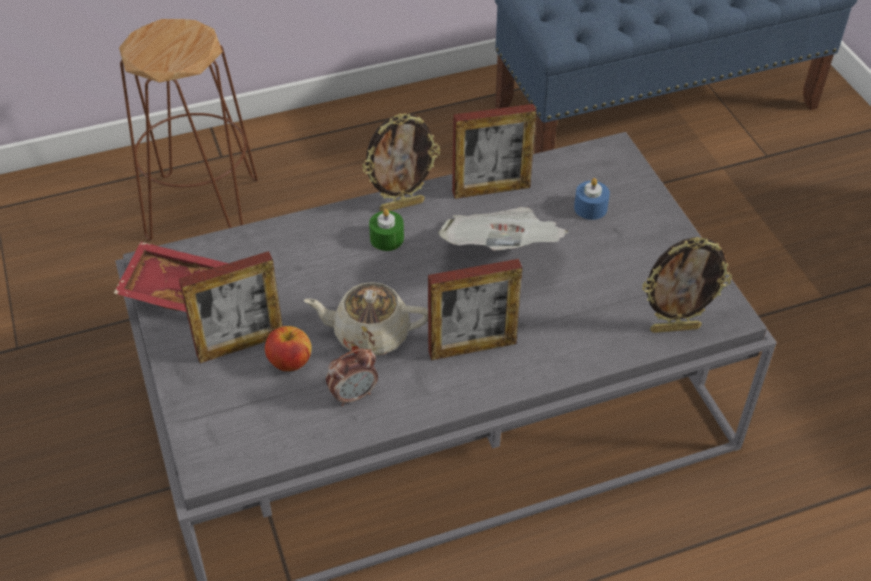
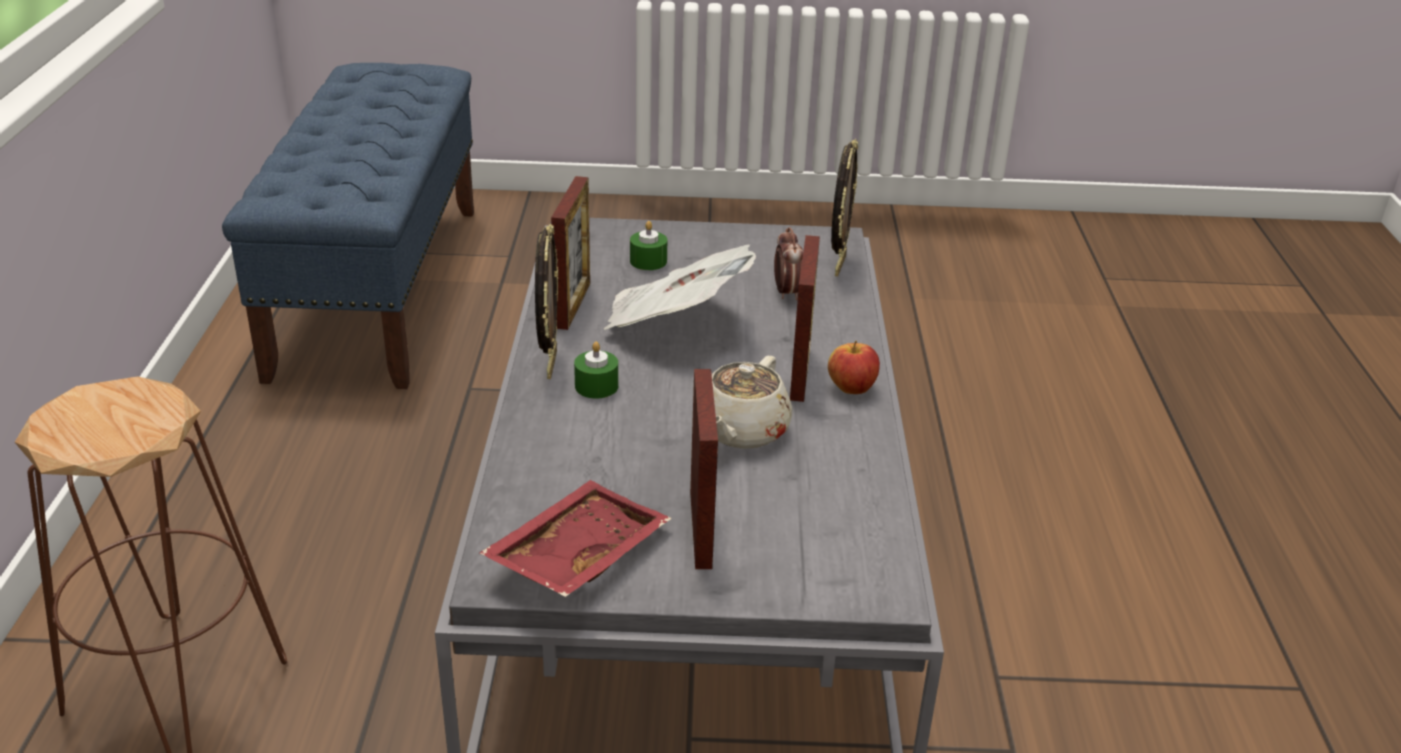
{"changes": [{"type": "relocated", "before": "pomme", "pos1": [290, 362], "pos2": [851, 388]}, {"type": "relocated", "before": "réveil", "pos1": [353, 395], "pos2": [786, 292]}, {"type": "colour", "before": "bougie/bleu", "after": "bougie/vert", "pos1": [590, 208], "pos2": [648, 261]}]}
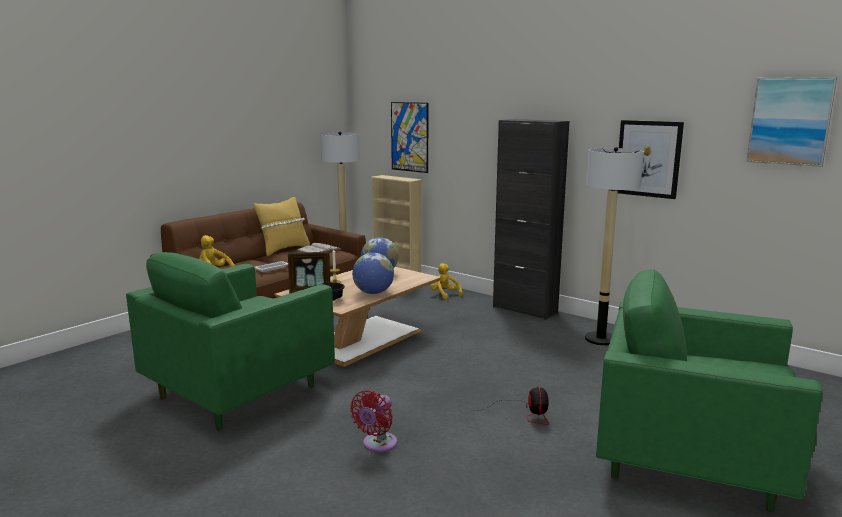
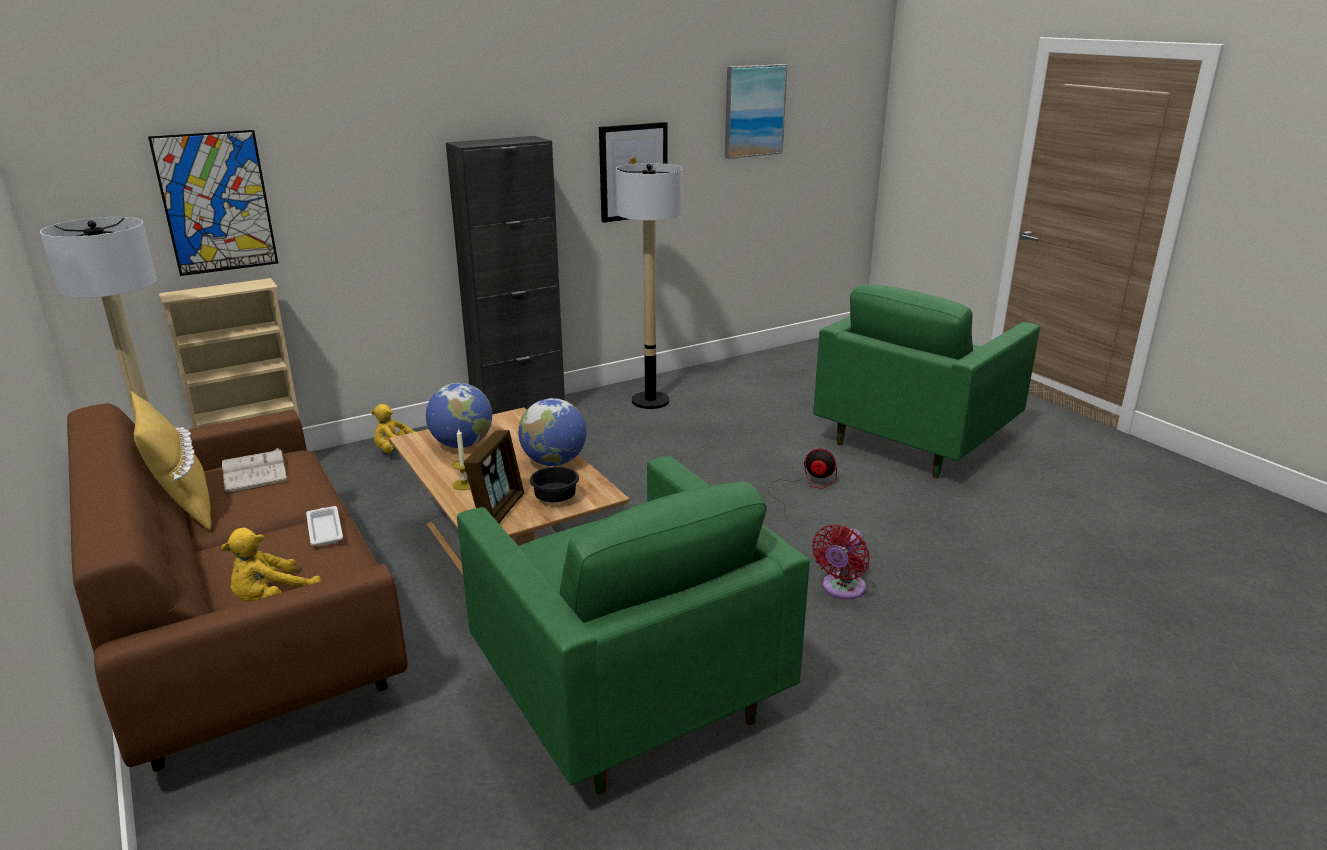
{"changes": [{"type": "spun", "before": "ventilateur/rouge", "pos1": [377, 445], "pos2": [841, 589], "turn": 75}]}
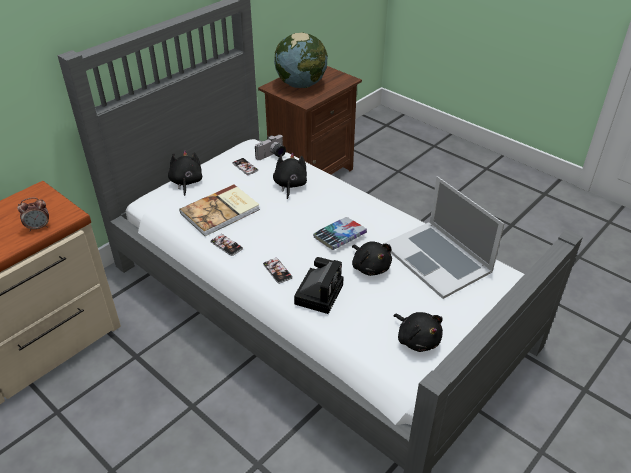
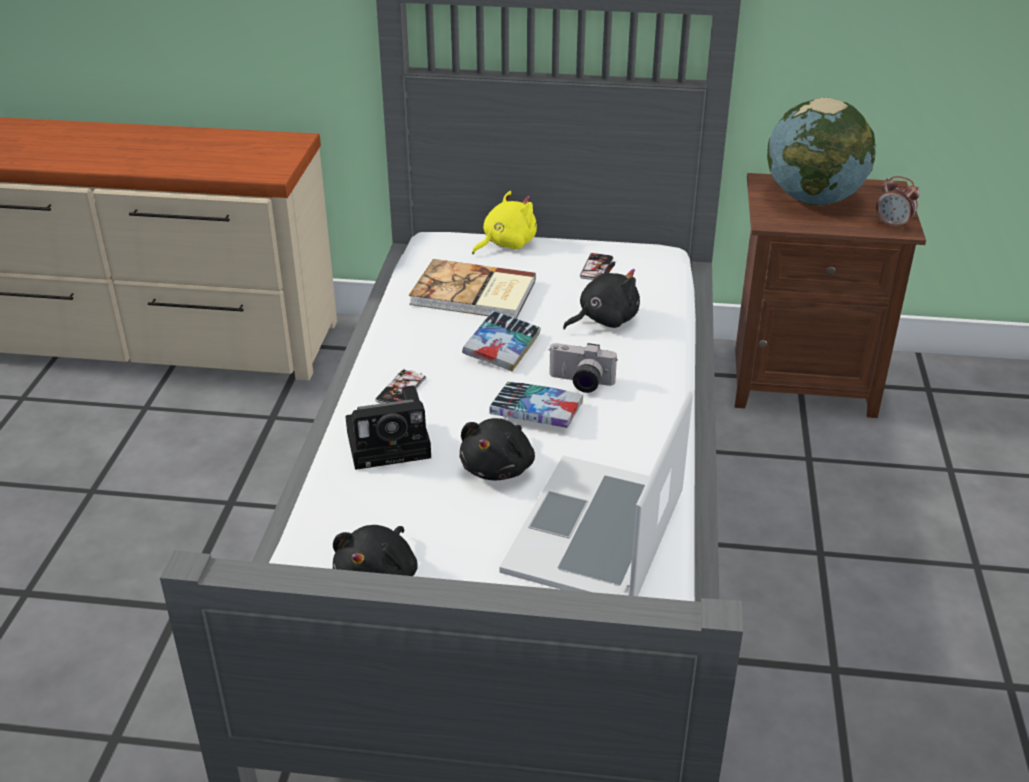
{"changes": [{"type": "missing", "before": "téléphone", "pos1": [226, 245]}, {"type": "appeared", "after": "livre", "pos2": [502, 348]}, {"type": "relocated", "before": "réveil", "pos1": [39, 227], "pos2": [893, 225]}, {"type": "relocated", "before": "appareil photo", "pos1": [272, 156], "pos2": [580, 383]}, {"type": "colour", "before": "peluche/noir", "after": "peluche/jaune", "pos1": [186, 182], "pos2": [506, 244]}]}
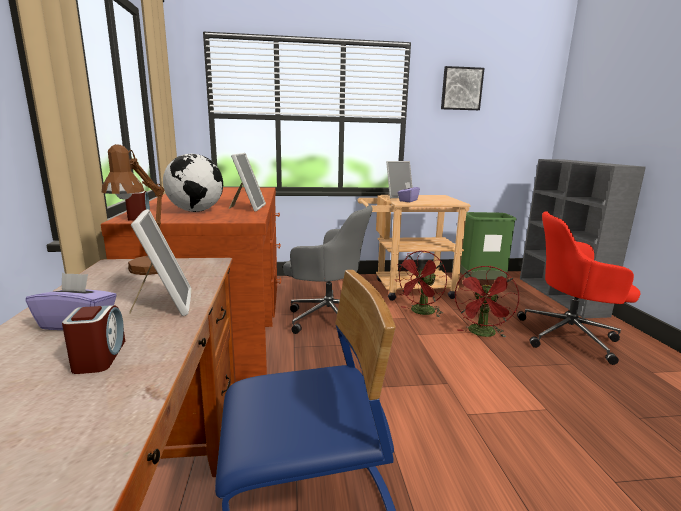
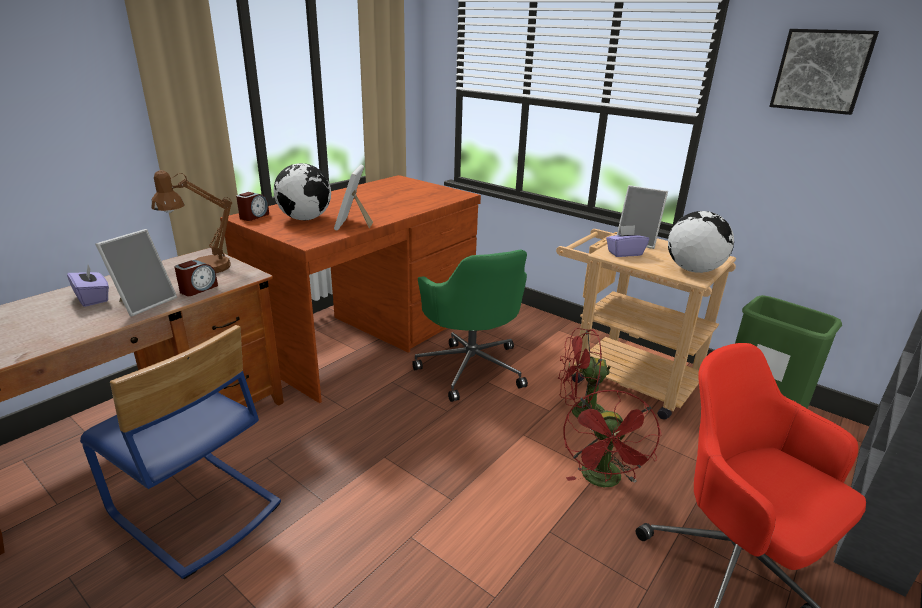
{"changes": [{"type": "appeared", "after": "globe", "pos2": [693, 270]}, {"type": "relocated", "before": "réveil", "pos1": [99, 357], "pos2": [198, 289]}, {"type": "colour", "before": "chaise de bureau/gris", "after": "chaise de bureau/vert", "pos1": [327, 317], "pos2": [471, 367]}, {"type": "spun", "before": "cadre photo", "pos1": [248, 207], "pos2": [353, 225], "turn": 135}, {"type": "spun", "before": "ventilateur/rouge", "pos1": [482, 334], "pos2": [603, 481], "turn": -60}]}
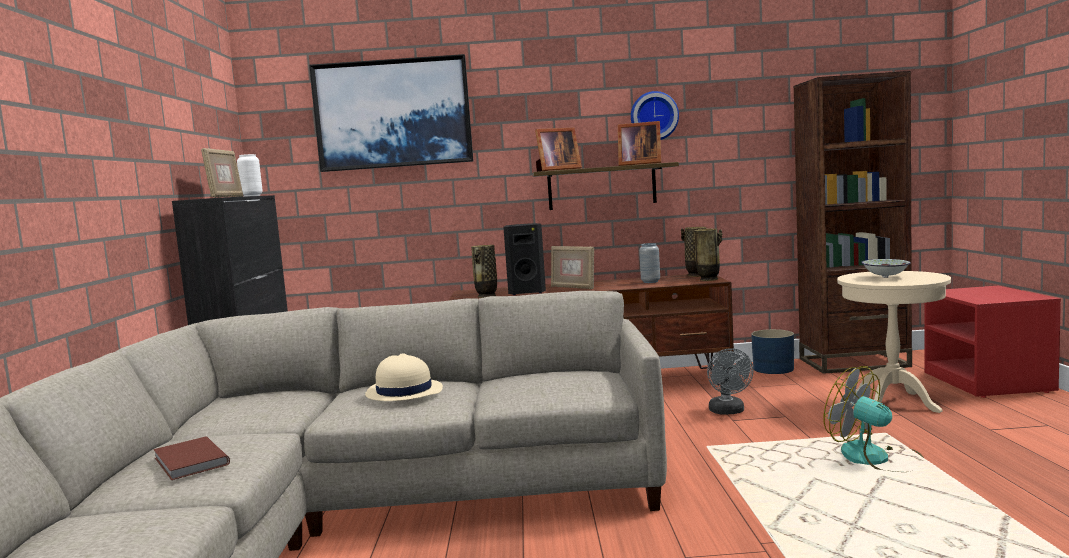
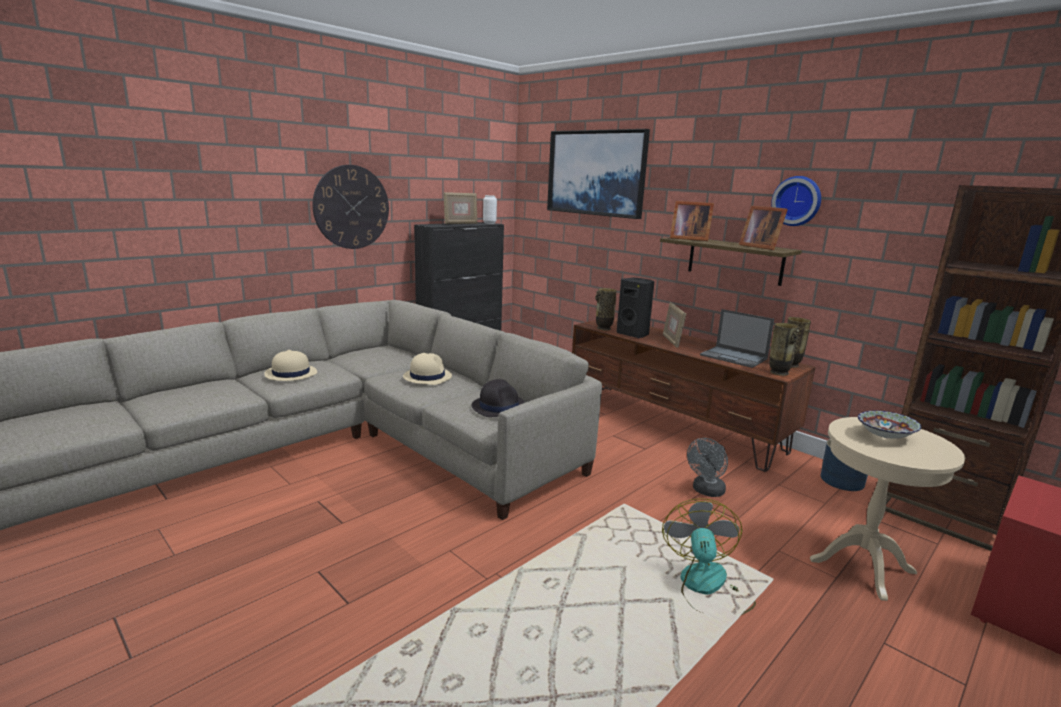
{"changes": [{"type": "appeared", "after": "horloge murale", "pos2": [351, 207]}, {"type": "appeared", "after": "chapeau/noir", "pos2": [499, 407]}, {"type": "exchanged", "before": "livre/marron", "after": "chapeau/beige", "pos1": [189, 462], "pos2": [290, 374]}, {"type": "exchanged", "before": "vase/gris", "after": "ordinateur portable", "pos1": [650, 282], "pos2": [734, 357]}]}
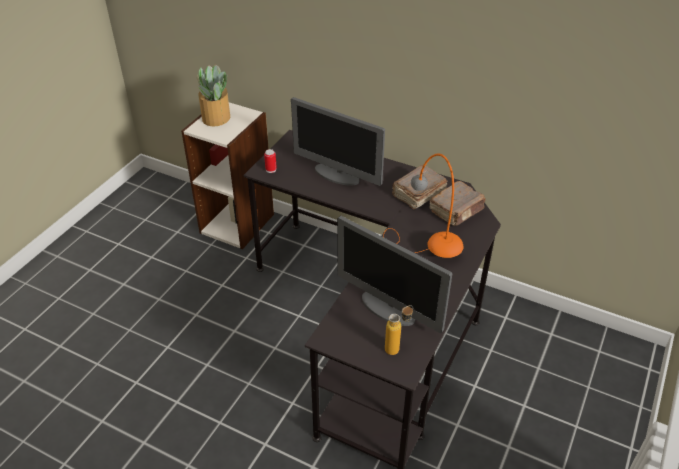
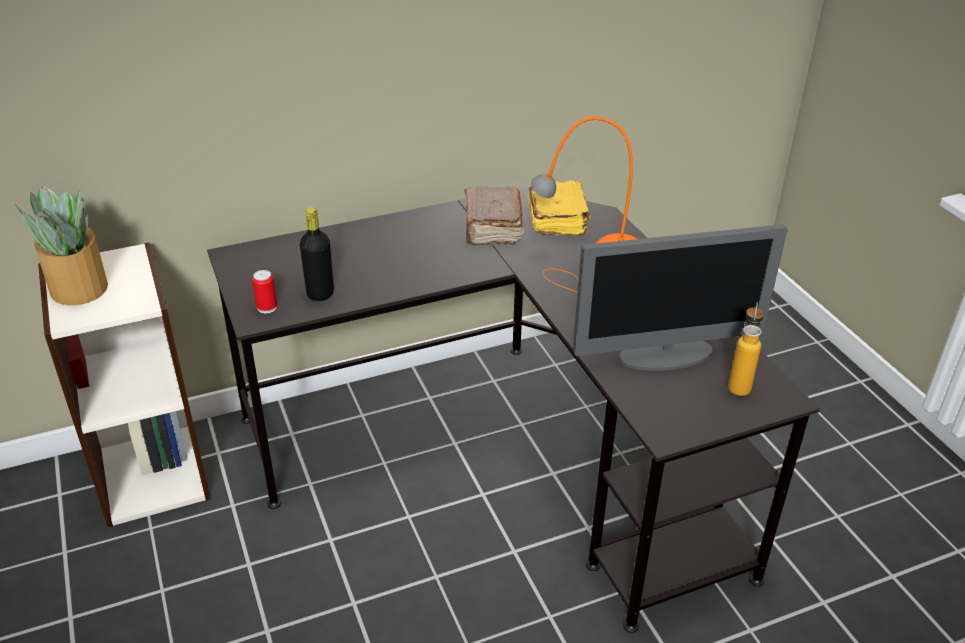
{"changes": [{"type": "missing", "before": "écran d'ordinateur", "pos1": [337, 175]}, {"type": "appeared", "after": "bouteille/noir", "pos2": [320, 294]}, {"type": "colour", "before": "livre/marron", "after": "livre/jaune", "pos1": [457, 211], "pos2": [557, 220]}]}
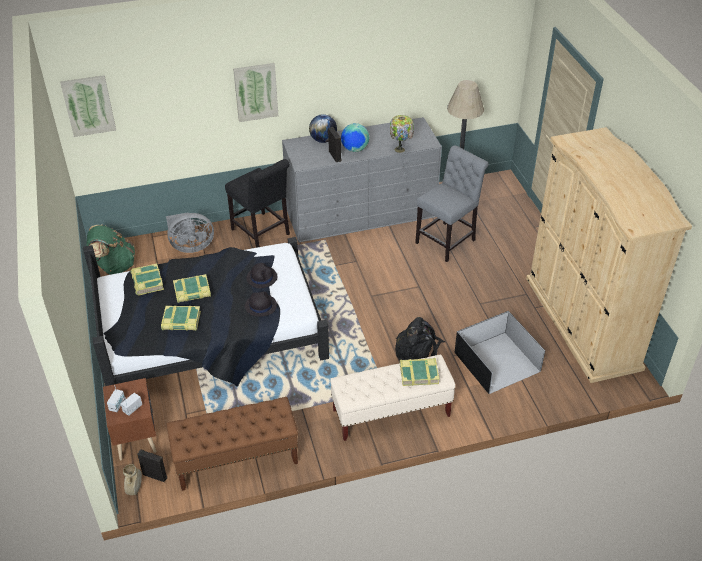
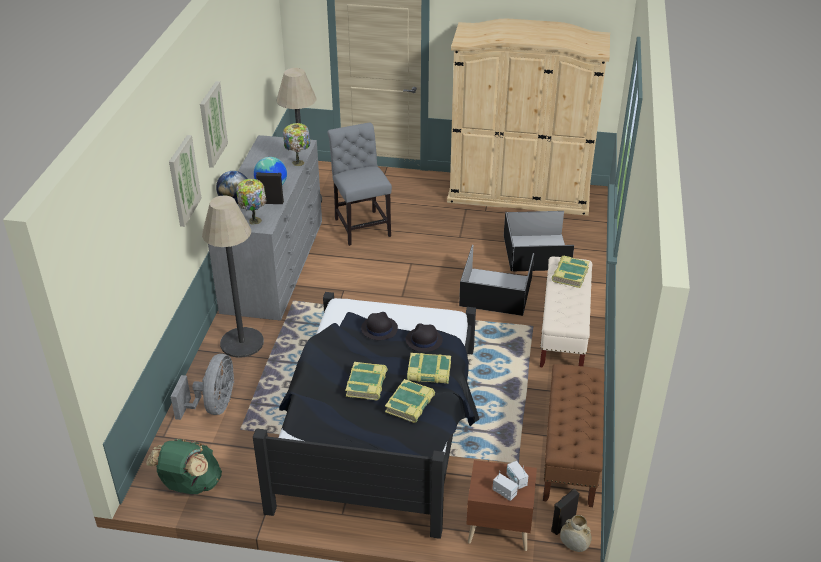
{"changes": [{"type": "appeared", "after": "lampe de table", "pos2": [254, 220]}, {"type": "relocated", "before": "tableau", "pos1": [88, 105], "pos2": [212, 124]}, {"type": "relocated", "before": "livre", "pos1": [147, 282], "pos2": [429, 372]}, {"type": "exchanged", "before": "chaise/noir", "after": "lampadaire", "pos1": [262, 233], "pos2": [242, 343]}, {"type": "exchanged", "before": "sac à dos/noir", "after": "boîte de rangement/noir", "pos1": [418, 352], "pos2": [497, 291]}]}
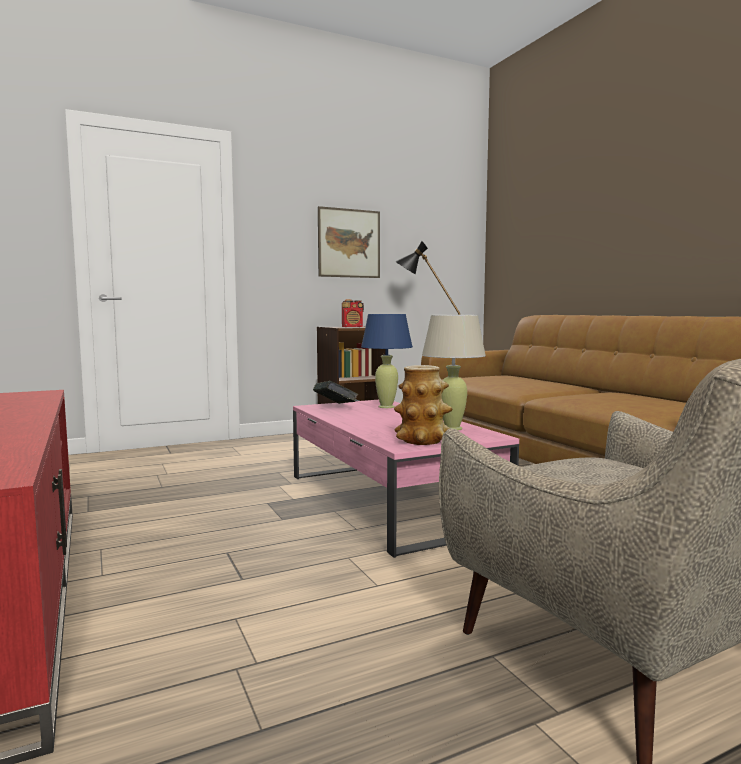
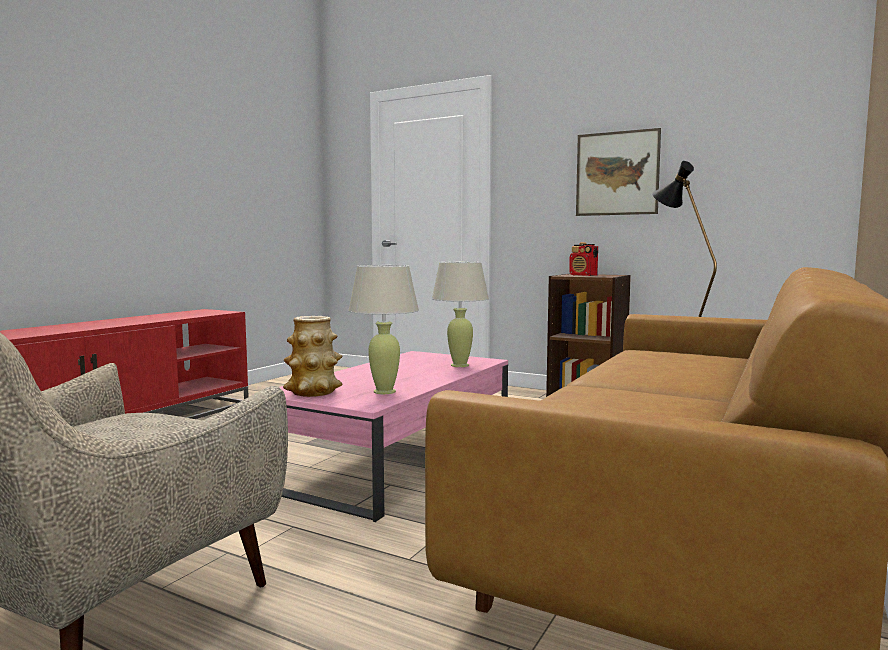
{"changes": [{"type": "missing", "before": "livre", "pos1": [335, 407]}, {"type": "colour", "before": "lampe de table/bleu", "after": "lampe de table/beige", "pos1": [386, 407], "pos2": [460, 365]}]}
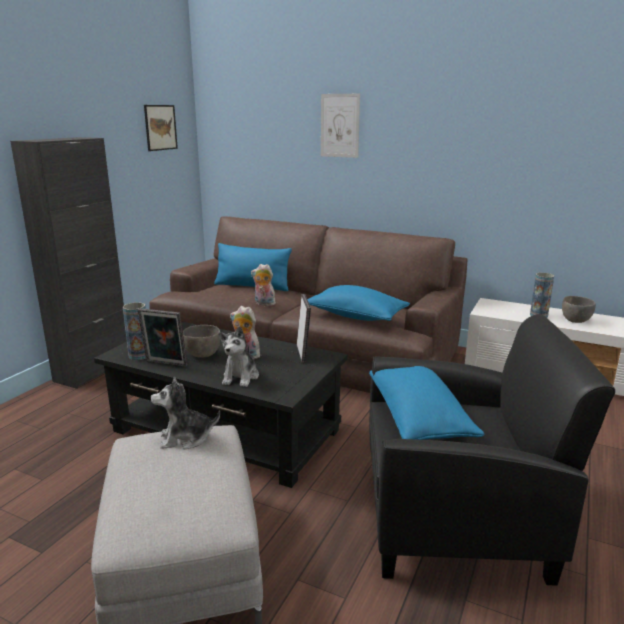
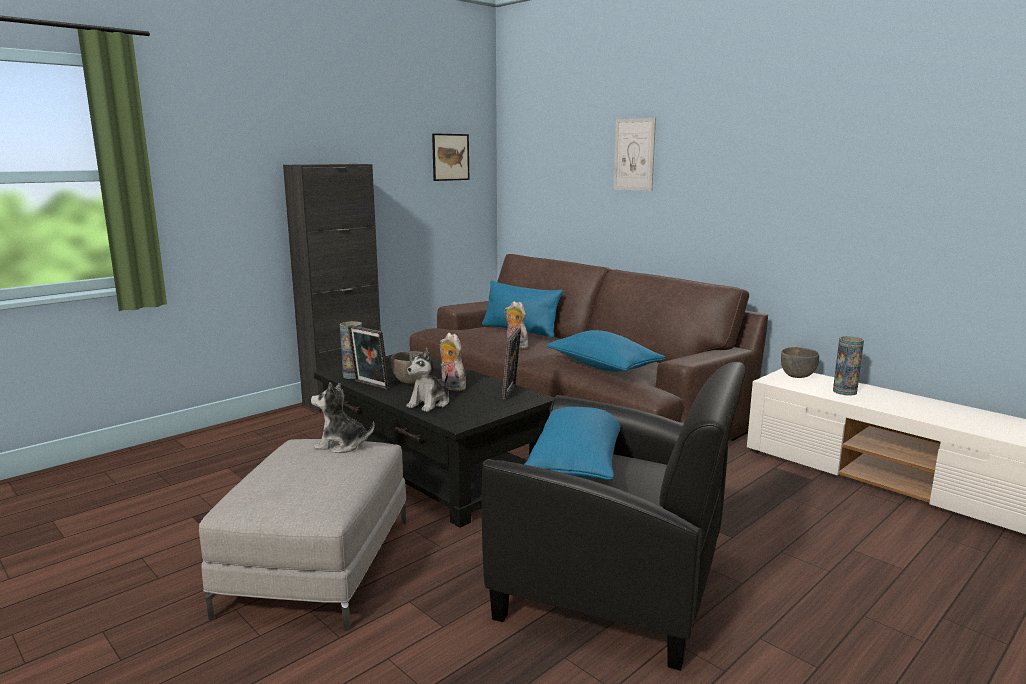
{"changes": [{"type": "relocated", "before": "bol/gris", "pos1": [575, 320], "pos2": [797, 376]}]}
